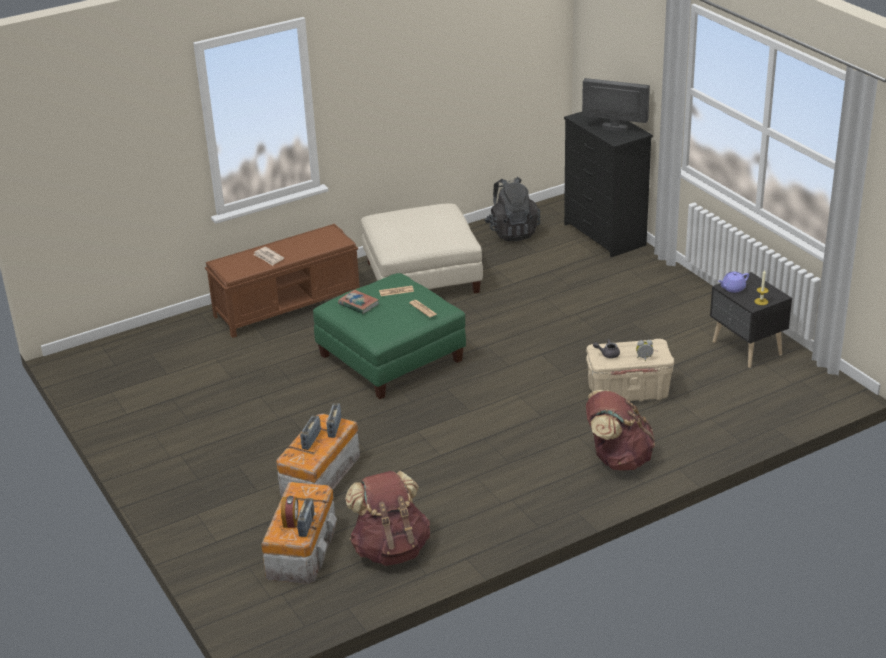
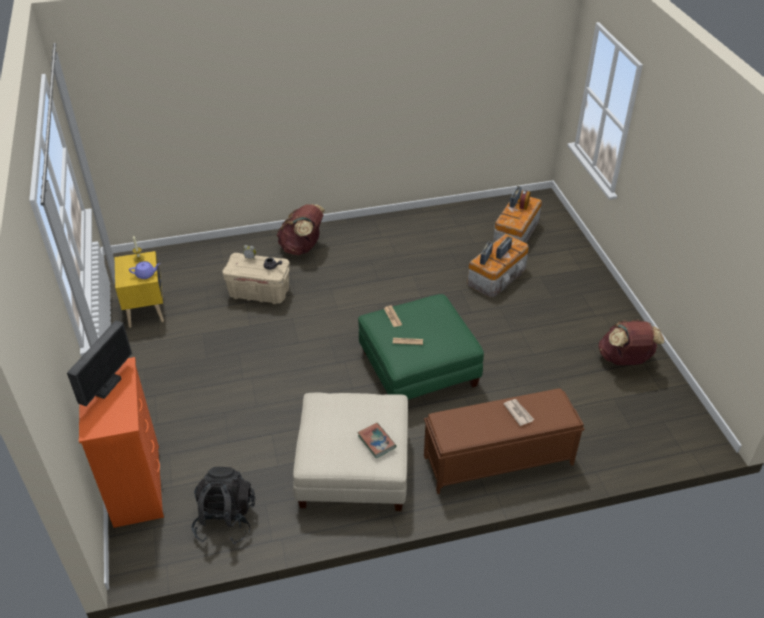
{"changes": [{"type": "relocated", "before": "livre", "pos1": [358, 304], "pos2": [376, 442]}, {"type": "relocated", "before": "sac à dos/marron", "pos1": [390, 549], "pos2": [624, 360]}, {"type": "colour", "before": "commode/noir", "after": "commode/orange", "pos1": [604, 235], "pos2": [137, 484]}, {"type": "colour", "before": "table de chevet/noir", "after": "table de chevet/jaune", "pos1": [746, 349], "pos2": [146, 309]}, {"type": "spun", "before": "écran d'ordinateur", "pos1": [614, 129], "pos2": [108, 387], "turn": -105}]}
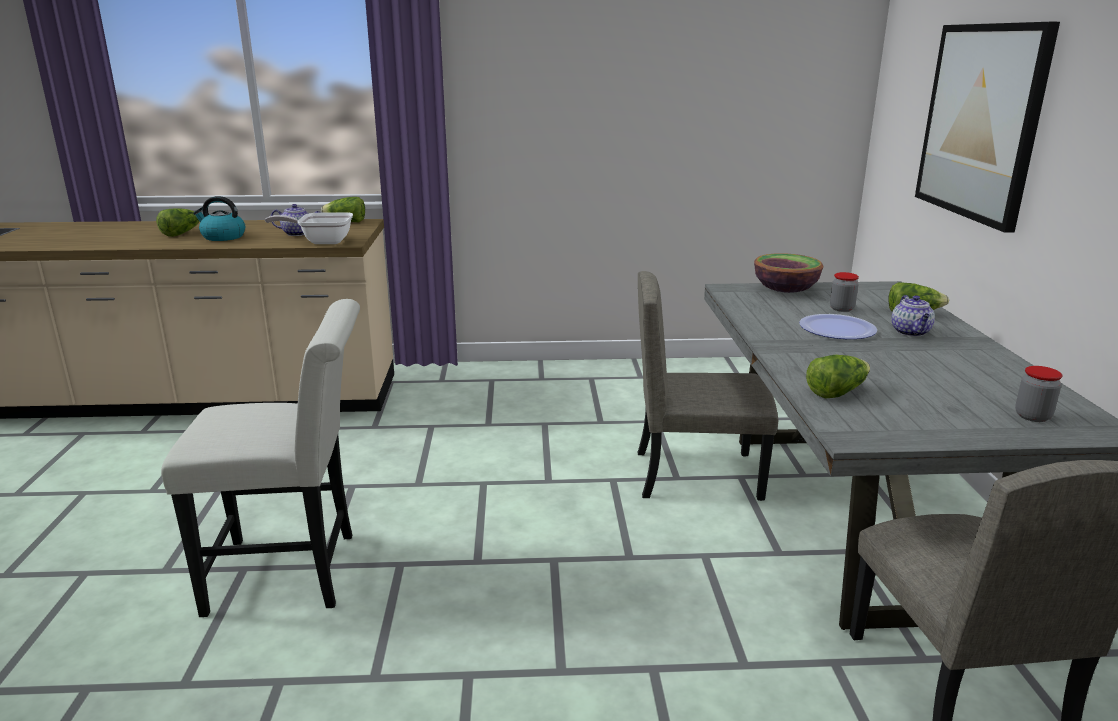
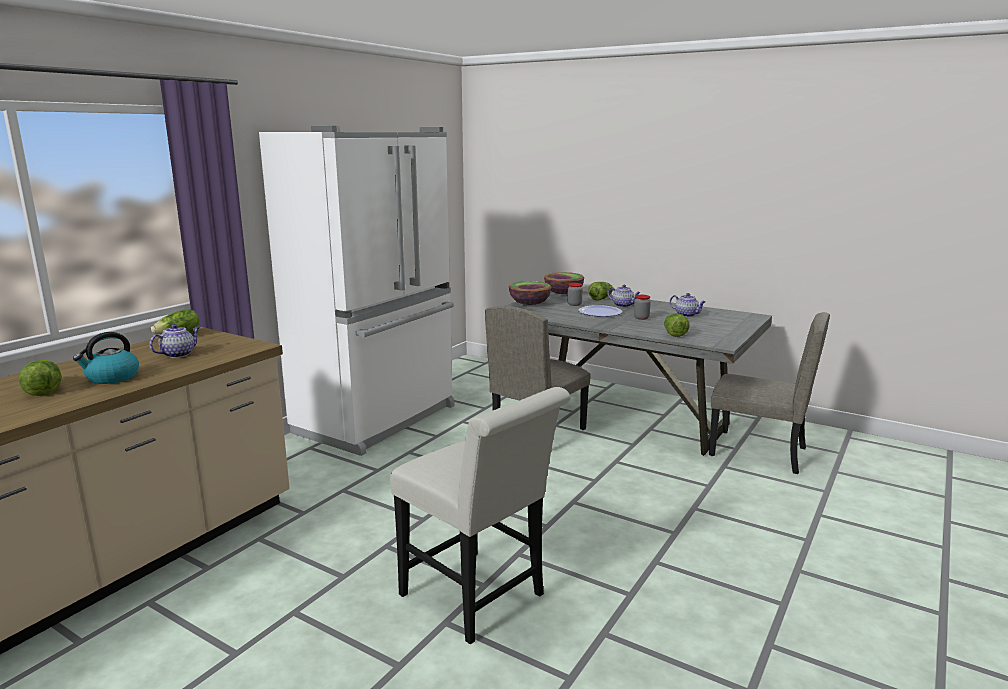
{"changes": [{"type": "missing", "before": "poêle", "pos1": [321, 241]}, {"type": "missing", "before": "tableau", "pos1": [981, 122]}, {"type": "appeared", "after": "réfrigérateur/blanc", "pos2": [379, 420]}, {"type": "appeared", "after": "bol", "pos2": [563, 293]}, {"type": "appeared", "after": "théière", "pos2": [687, 315]}, {"type": "relocated", "before": "bocal", "pos1": [1032, 416], "pos2": [641, 318]}, {"type": "spun", "before": "chaise/blanc", "pos1": [295, 572], "pos2": [479, 599], "turn": 105}]}
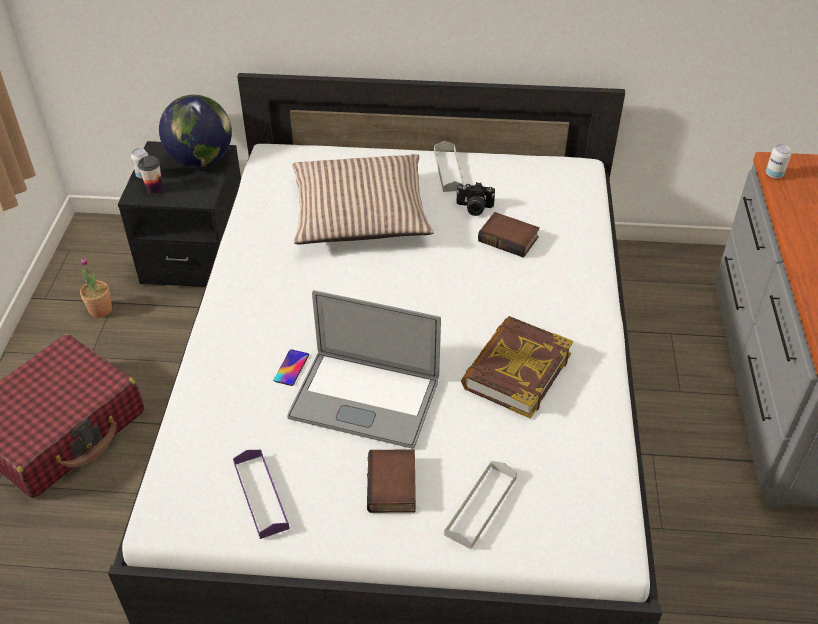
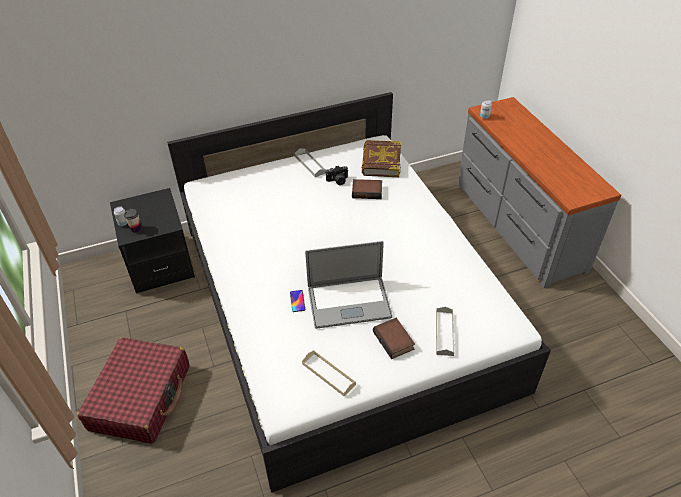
{"changes": [{"type": "missing", "before": "plante en pot", "pos1": [100, 309]}, {"type": "missing", "before": "globe", "pos1": [200, 160]}, {"type": "missing", "before": "coussin", "pos1": [360, 213]}, {"type": "relocated", "before": "livre", "pos1": [516, 371], "pos2": [381, 162]}, {"type": "colour", "before": "plateau/violet", "after": "plateau/beige", "pos1": [261, 495], "pos2": [328, 374]}]}
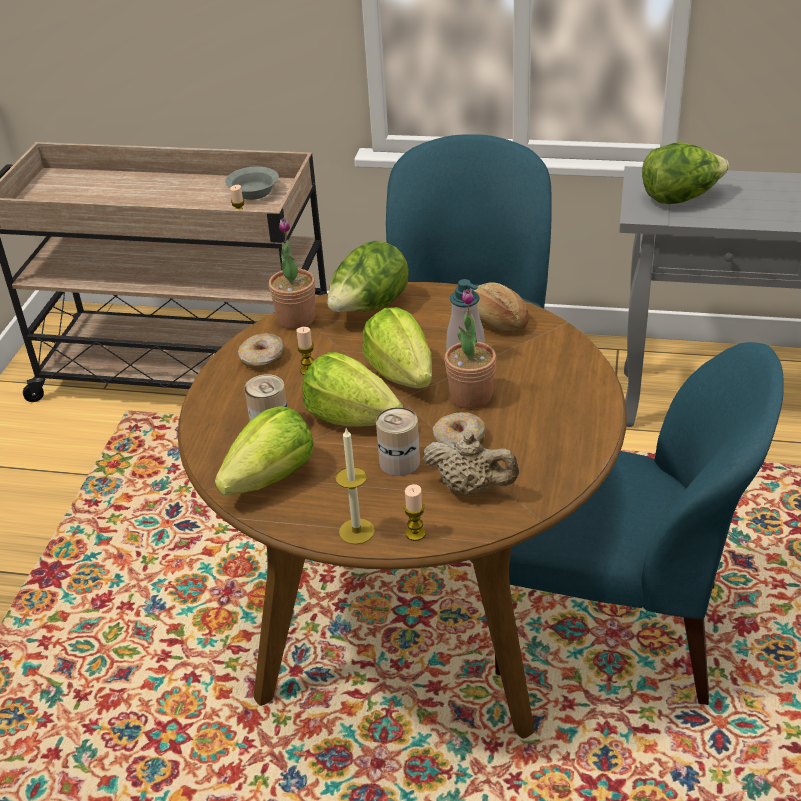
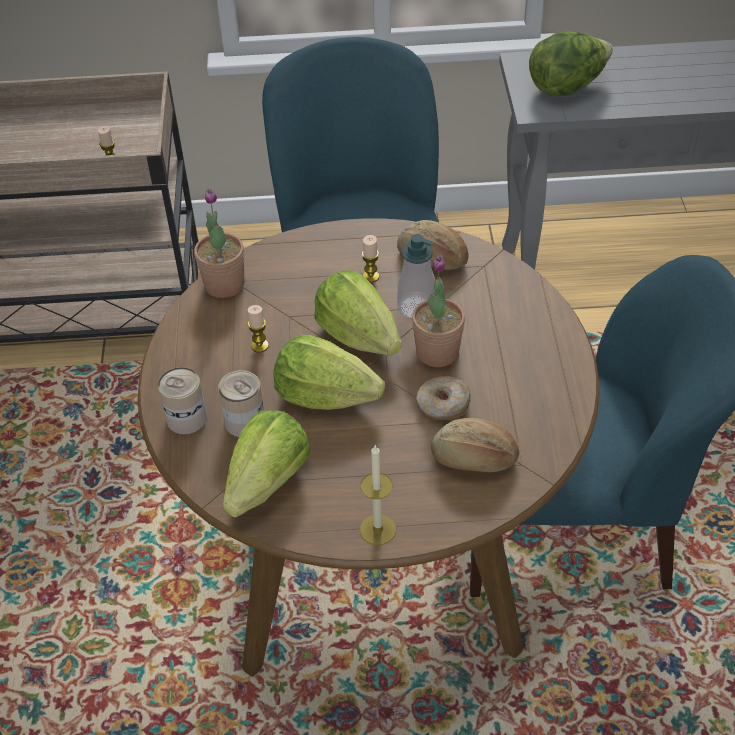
{"changes": [{"type": "missing", "before": "bol/gris", "pos1": [252, 193]}, {"type": "missing", "before": "beignet", "pos1": [262, 358]}, {"type": "missing", "before": "laitue", "pos1": [369, 309]}, {"type": "relocated", "before": "boîte métallique", "pos1": [399, 462], "pos2": [186, 418]}, {"type": "relocated", "before": "bougie", "pos1": [415, 533], "pos2": [371, 276]}, {"type": "exchanged", "before": "théière/beige", "after": "pain", "pos1": [471, 488], "pos2": [473, 459]}]}
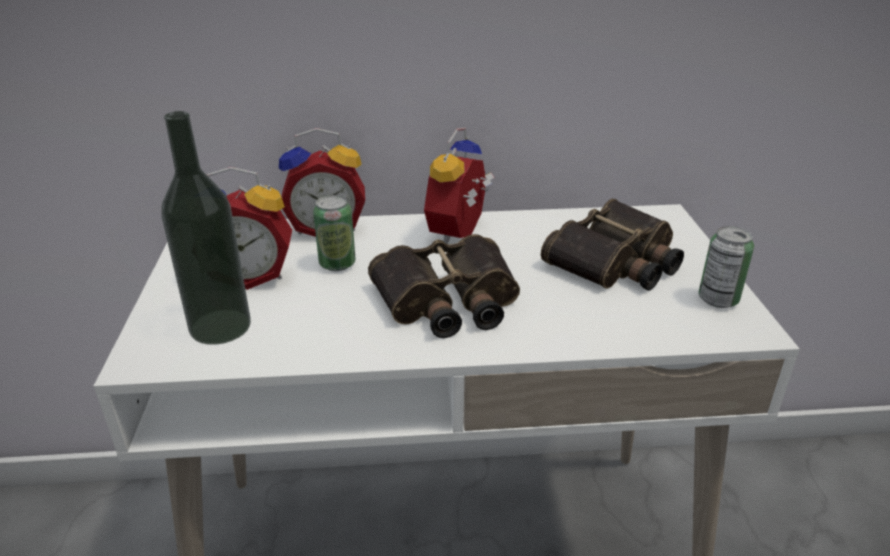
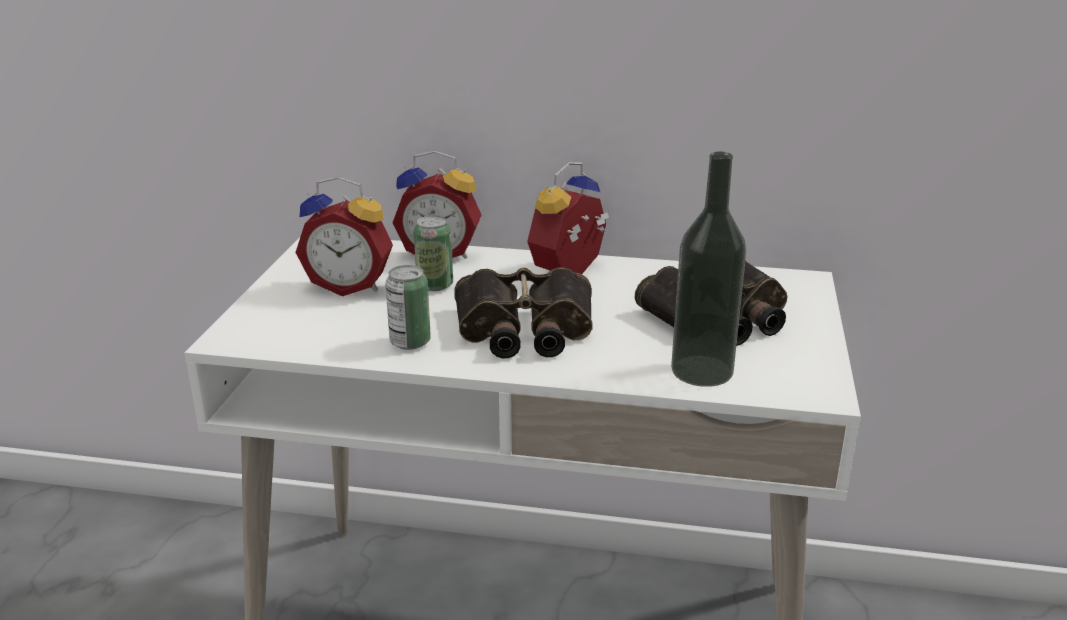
{"changes": [{"type": "relocated", "before": "bouteille", "pos1": [220, 326], "pos2": [702, 371]}, {"type": "relocated", "before": "boîte métallique", "pos1": [718, 299], "pos2": [410, 342]}]}
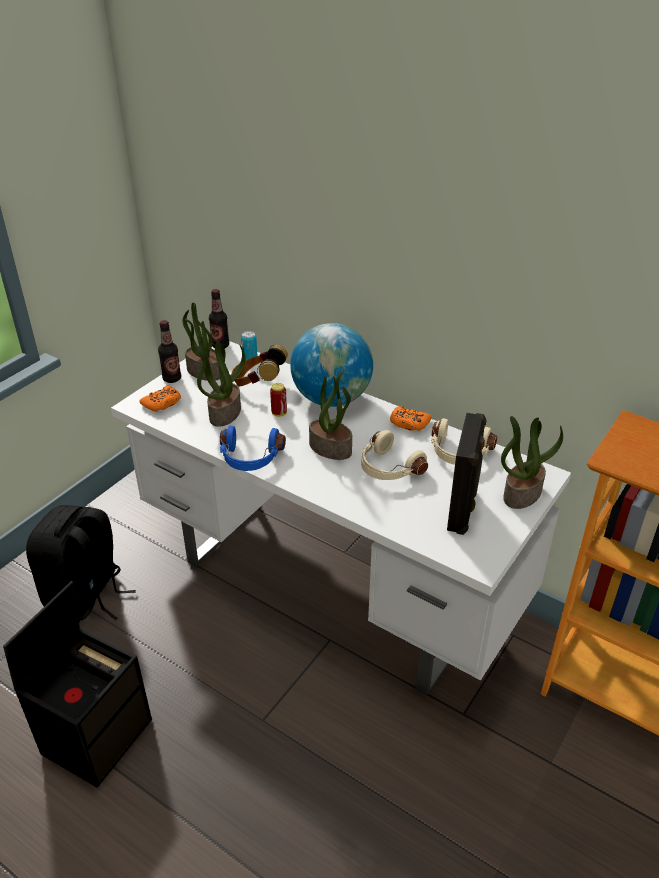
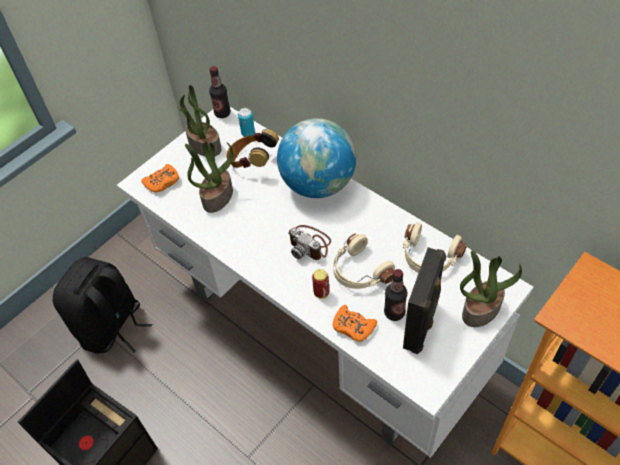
{"changes": [{"type": "missing", "before": "casque audio/bleu", "pos1": [250, 459]}, {"type": "relocated", "before": "bouteille", "pos1": [172, 379], "pos2": [394, 313]}, {"type": "relocated", "before": "boîte métallique", "pos1": [279, 413], "pos2": [321, 293]}, {"type": "relocated", "before": "manette/orange", "pos1": [409, 423], "pos2": [353, 327]}, {"type": "exchanged", "before": "plante en pot", "after": "appareil photo", "pos1": [331, 448], "pos2": [310, 244]}]}
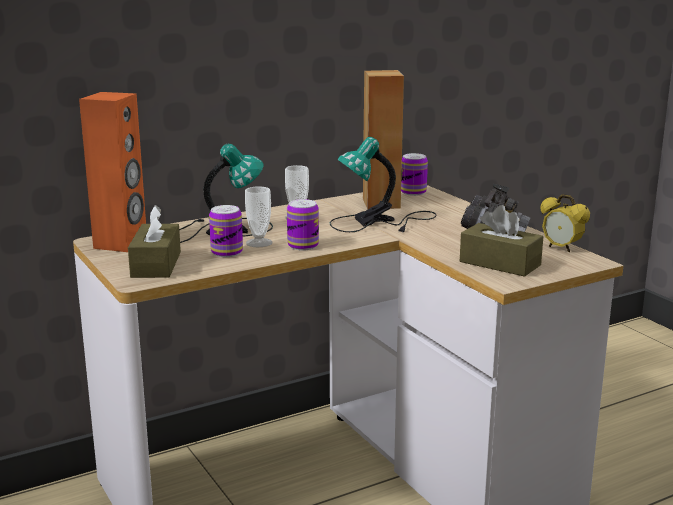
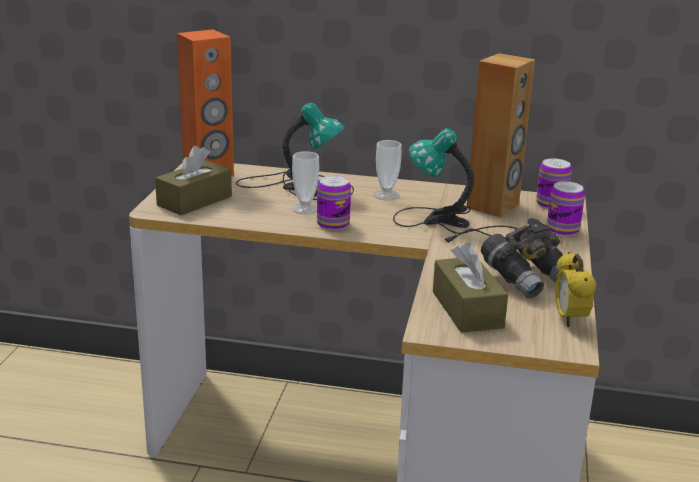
{"changes": [{"type": "relocated", "before": "boîte métallique", "pos1": [227, 252], "pos2": [562, 230]}]}
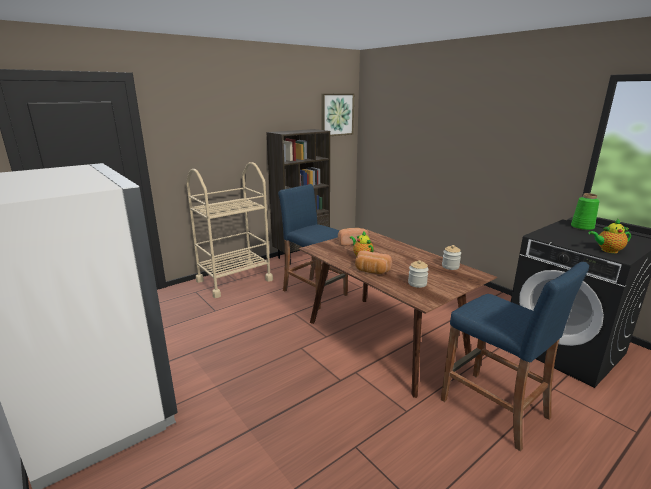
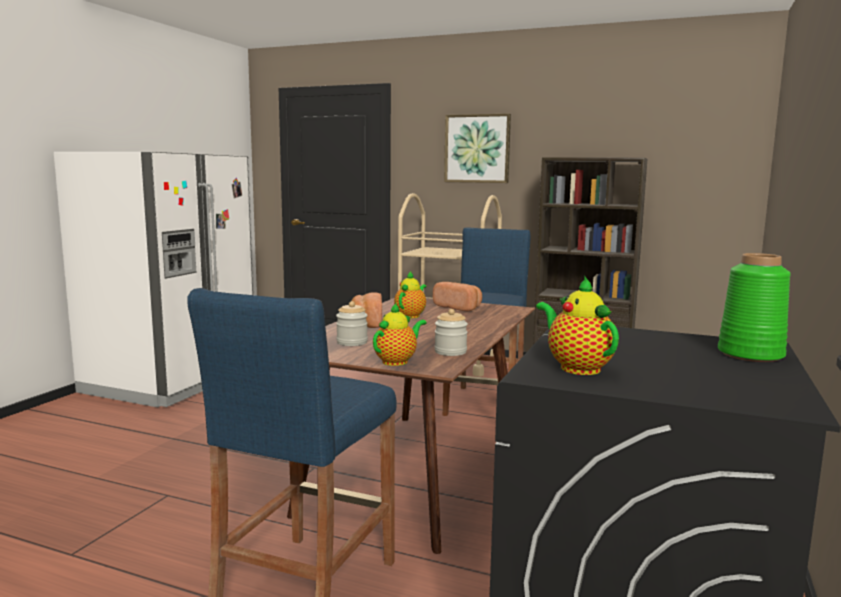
{"changes": [{"type": "appeared", "after": "théière", "pos2": [397, 361]}, {"type": "relocated", "before": "tableau", "pos1": [337, 114], "pos2": [477, 148]}]}
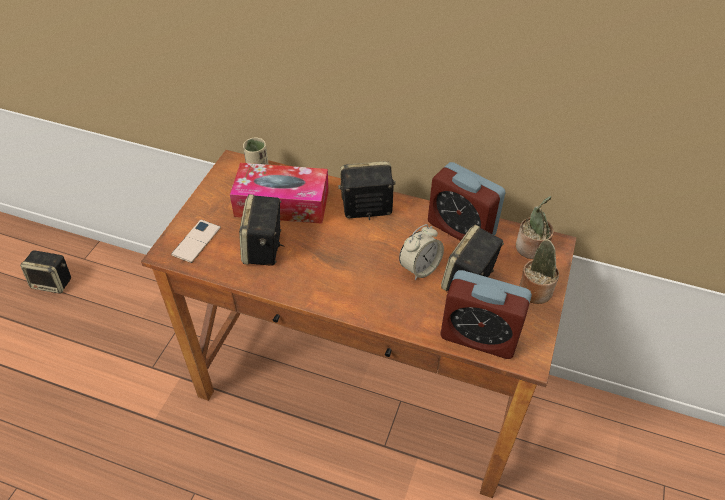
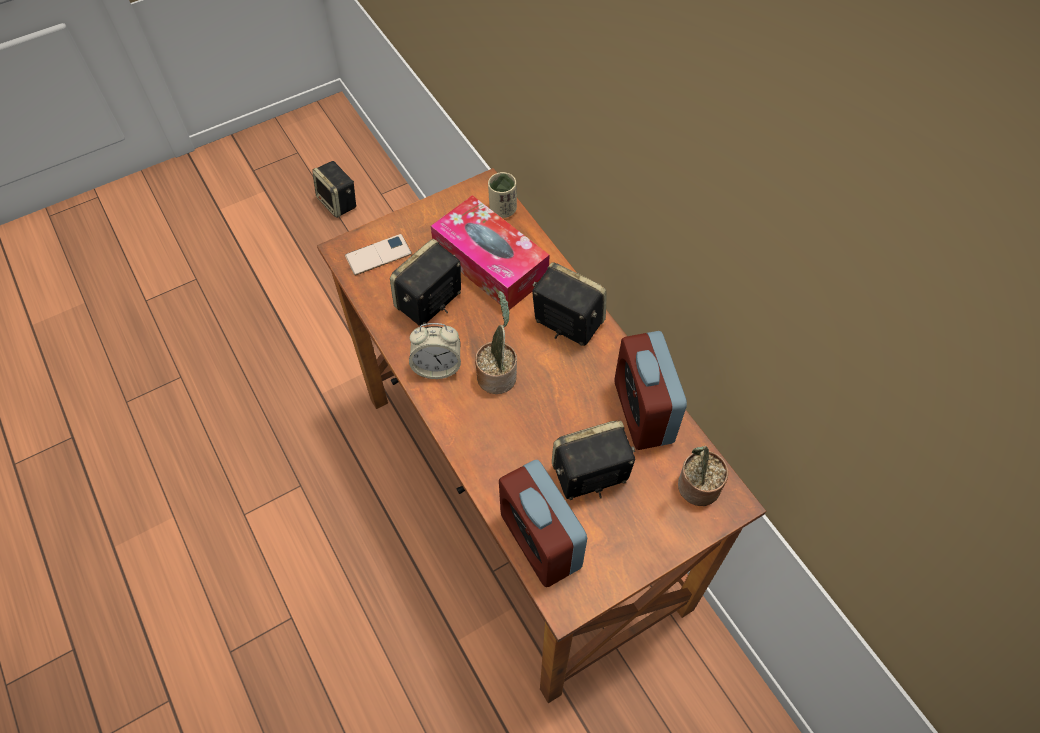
{"changes": [{"type": "relocated", "before": "réveil", "pos1": [419, 268], "pos2": [437, 366]}, {"type": "relocated", "before": "plante en pot", "pos1": [534, 288], "pos2": [497, 374]}]}
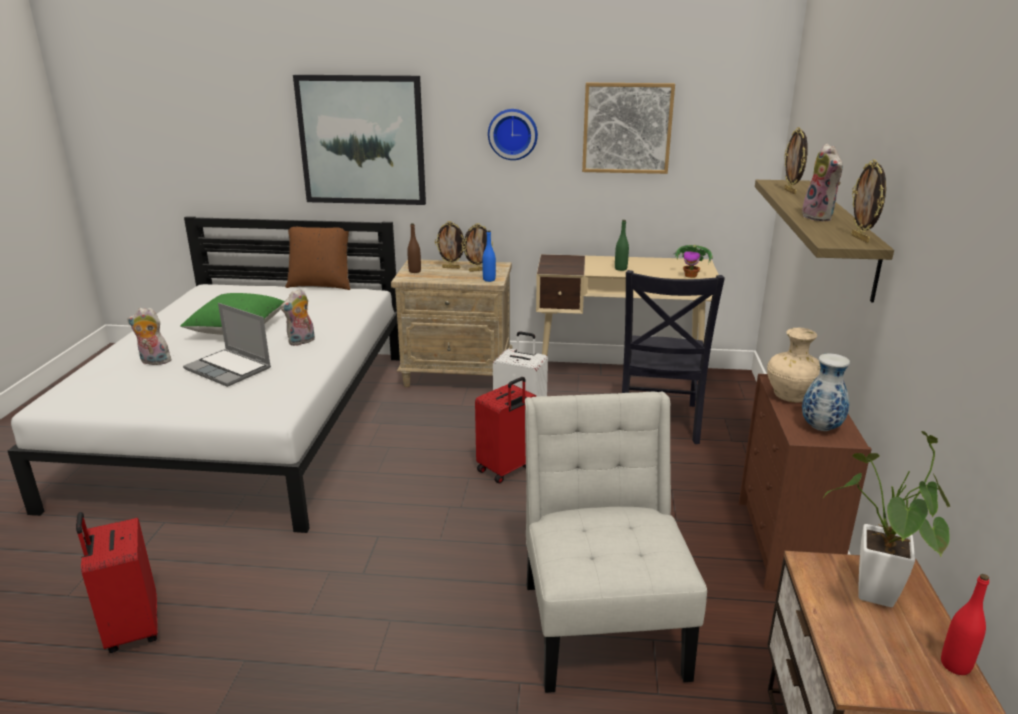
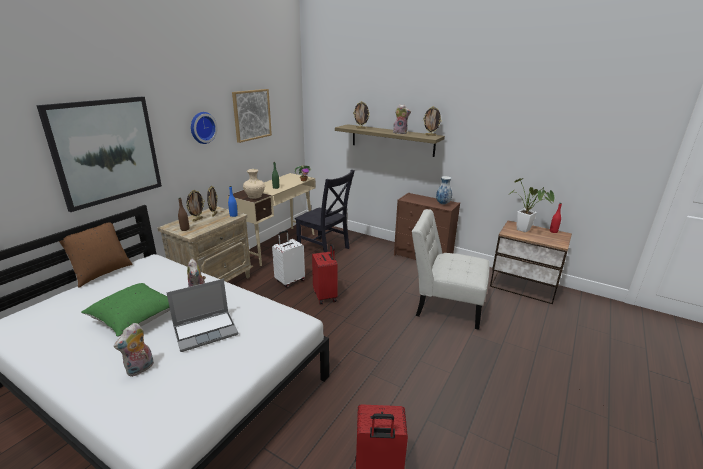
{"changes": [{"type": "relocated", "before": "vase/beige", "pos1": [791, 397], "pos2": [255, 197]}]}
